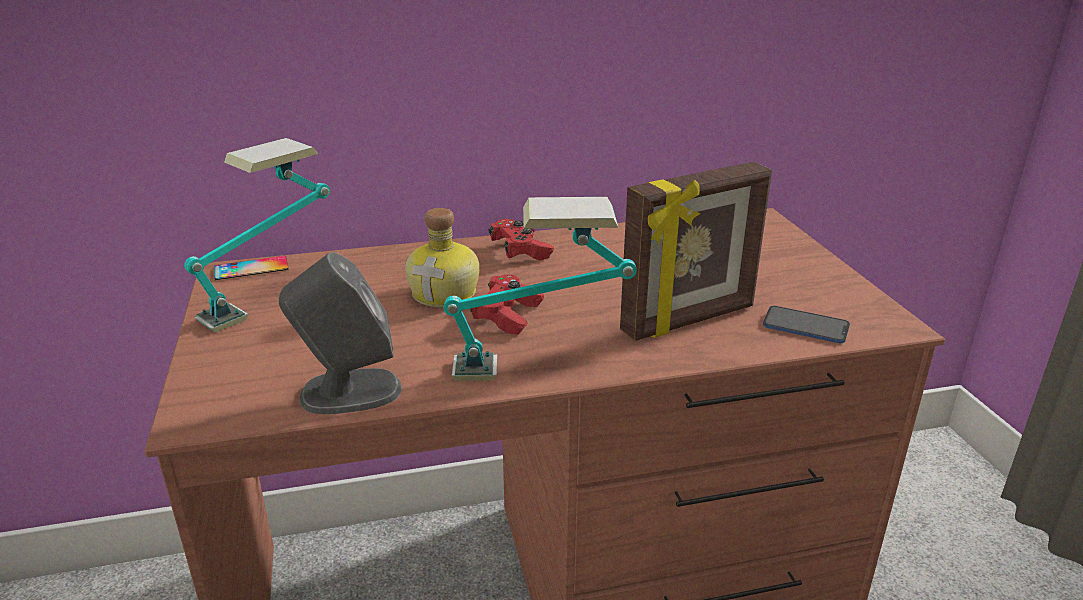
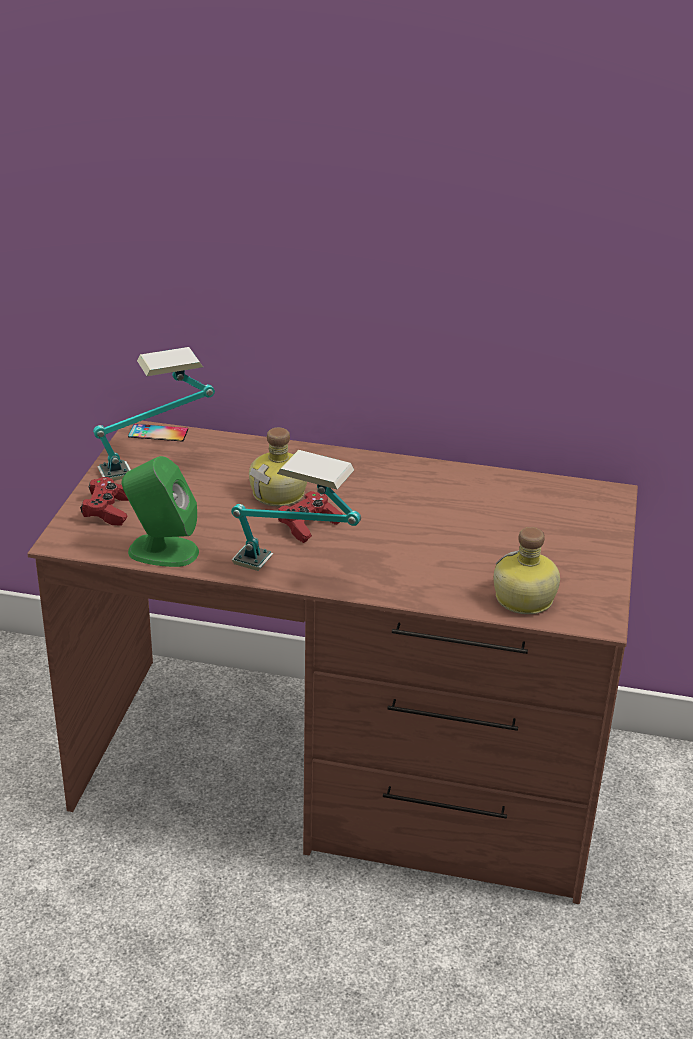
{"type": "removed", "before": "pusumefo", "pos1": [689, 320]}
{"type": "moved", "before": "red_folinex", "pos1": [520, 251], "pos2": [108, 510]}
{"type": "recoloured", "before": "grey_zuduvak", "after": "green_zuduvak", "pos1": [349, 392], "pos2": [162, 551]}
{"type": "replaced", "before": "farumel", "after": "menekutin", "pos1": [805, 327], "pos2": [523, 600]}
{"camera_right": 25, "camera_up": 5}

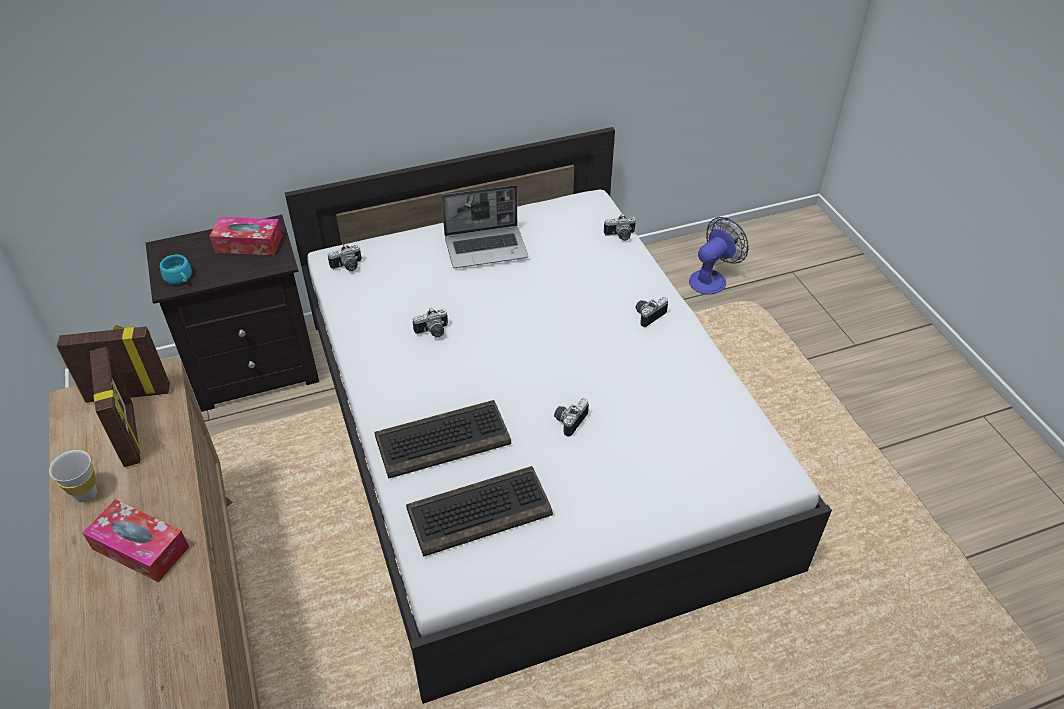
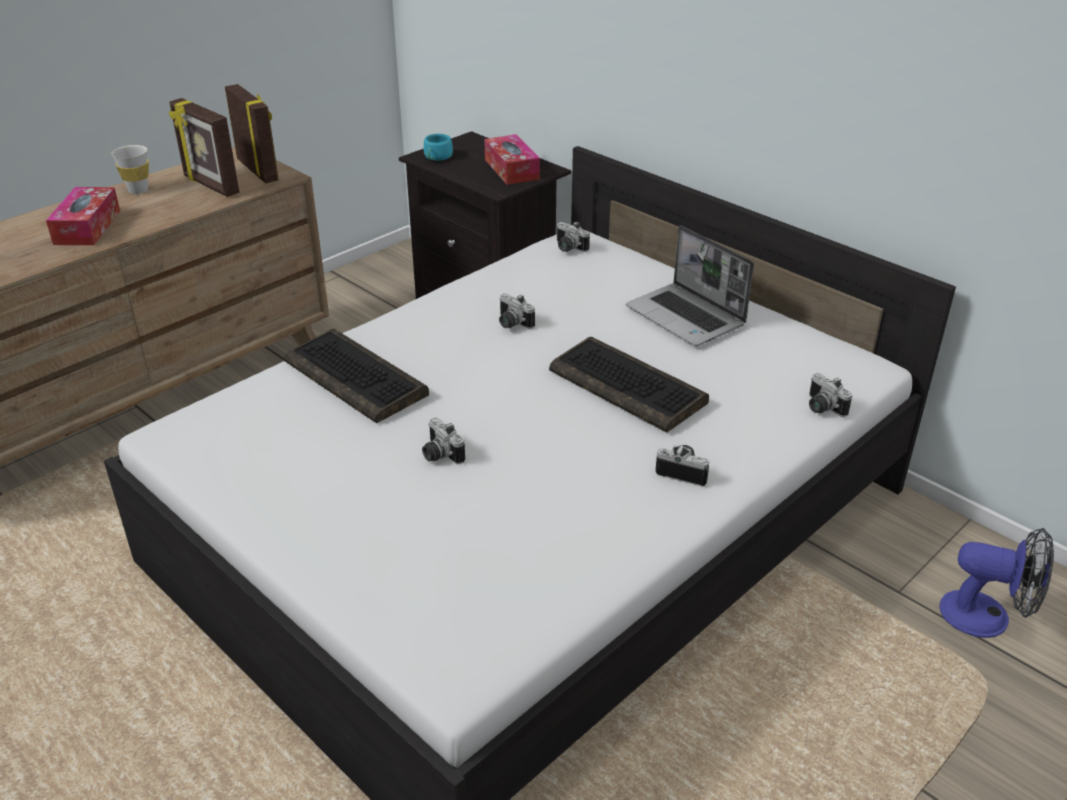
{"type": "turned", "before": "pusumefo", "pos1": [130, 435], "pos2": [210, 185], "turn": 90}
{"type": "turned", "before": "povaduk", "pos1": [569, 420], "pos2": [439, 455], "turn": -135}
{"type": "moved", "before": "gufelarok", "pos1": [480, 511], "pos2": [629, 387]}
{"camera_right": 65, "camera_up": -10}

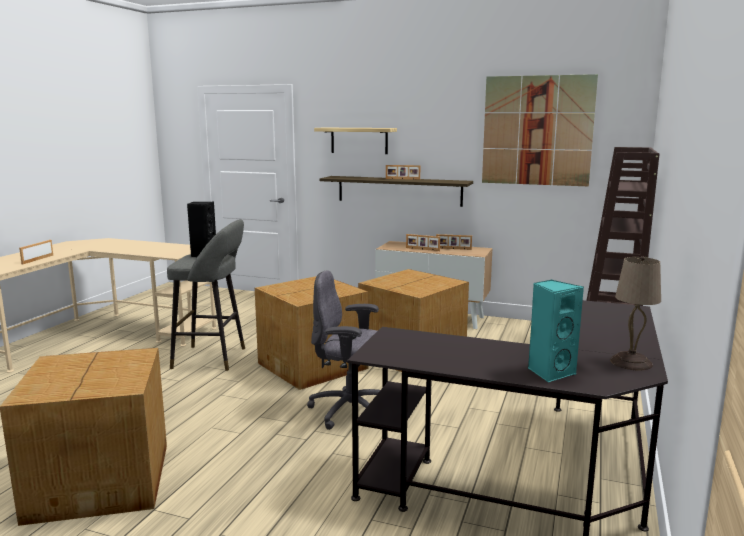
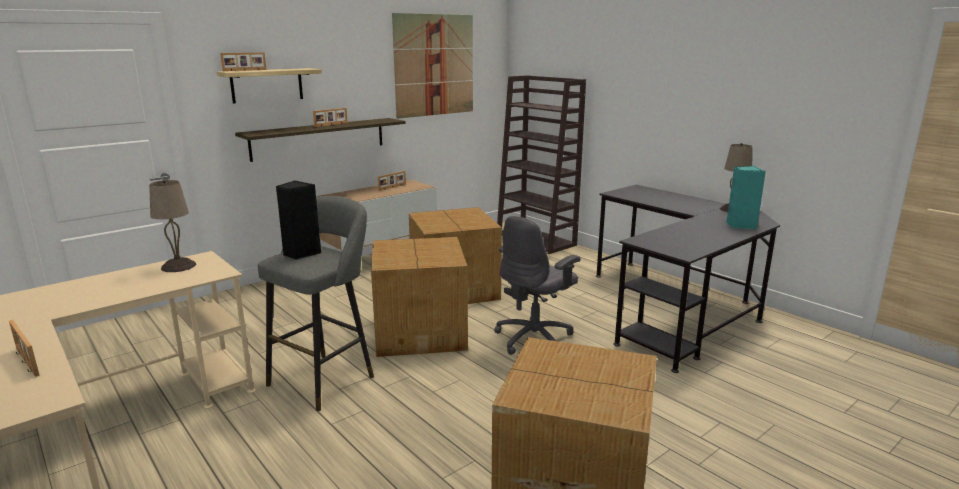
{"type": "moved", "before": "pusumefo", "pos1": [422, 249], "pos2": [245, 70]}
{"type": "added", "after": "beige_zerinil", "pos2": [179, 266]}
{"camera_right": -60, "camera_up": 5}

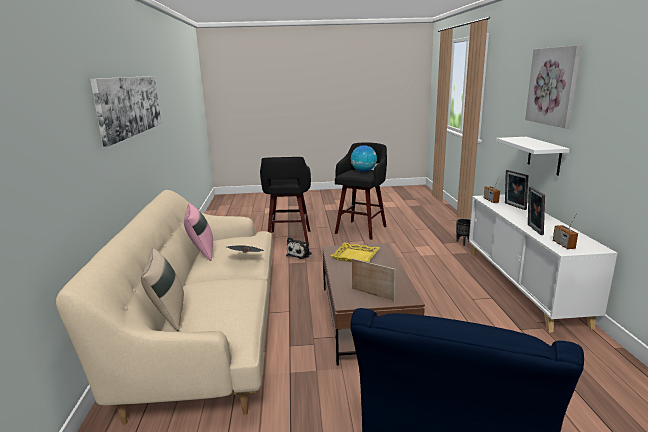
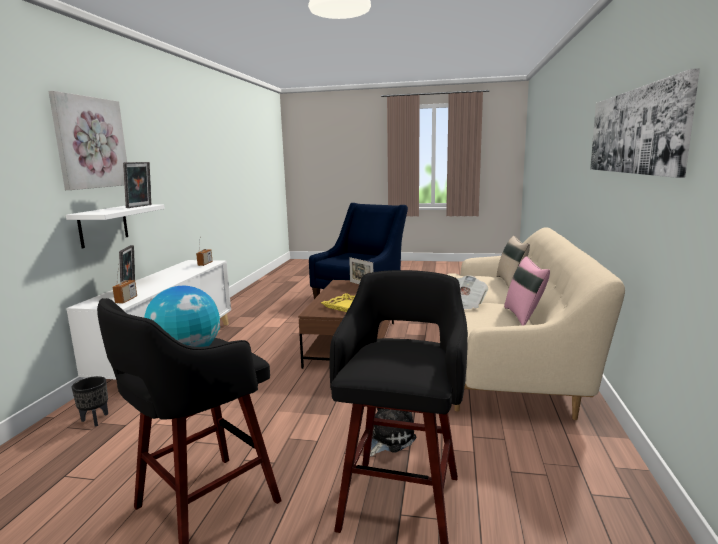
{"type": "moved", "before": "pusumefo", "pos1": [533, 229], "pos2": [140, 206]}
{"camera_right": -165, "camera_up": -5}

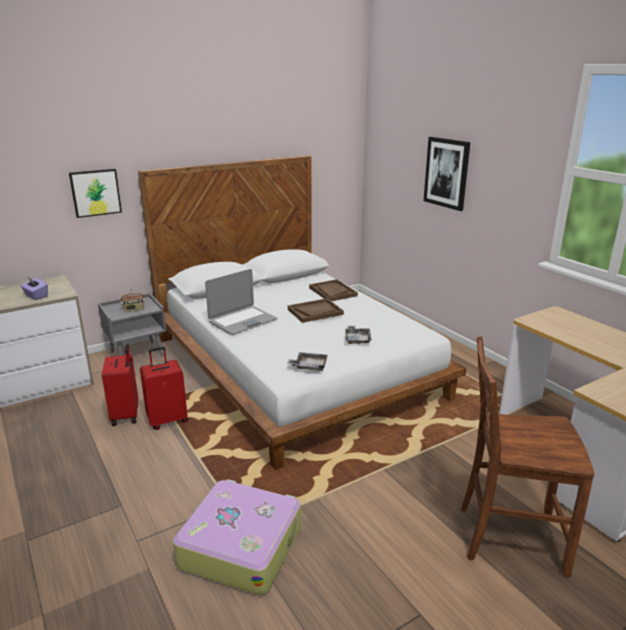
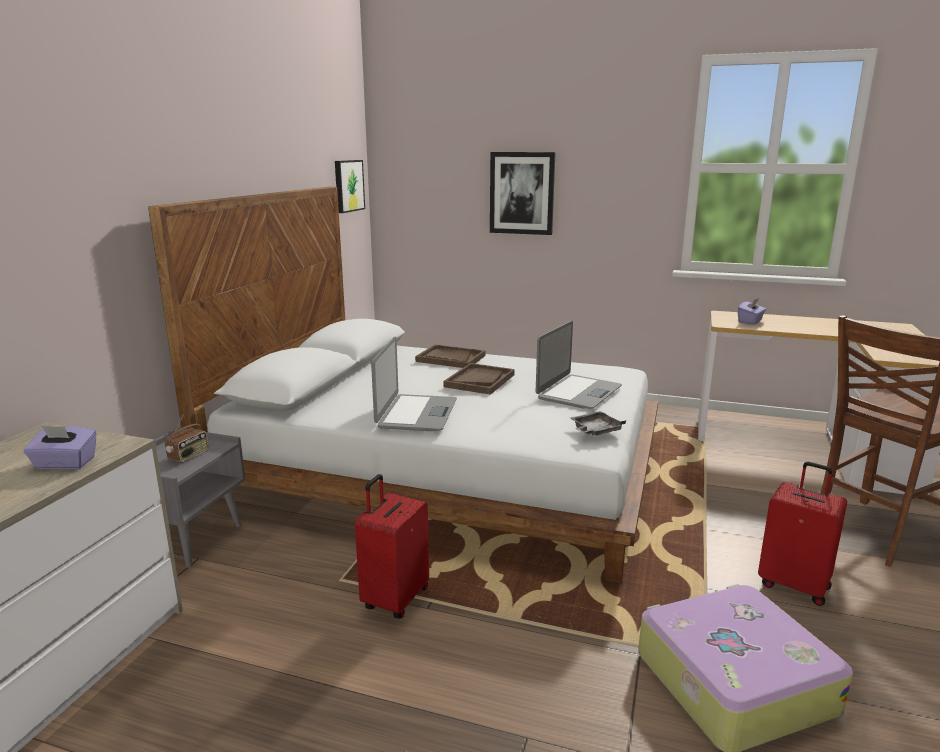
{"type": "moved", "before": "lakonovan", "pos1": [95, 192], "pos2": [348, 186]}
{"type": "replaced", "before": "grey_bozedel", "after": "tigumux", "pos1": [357, 339], "pos2": [578, 392]}
{"type": "moved", "before": "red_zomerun", "pos1": [126, 415], "pos2": [794, 585]}
{"type": "added", "after": "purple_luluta", "pos2": [750, 321]}
{"camera_right": -40, "camera_up": -5}

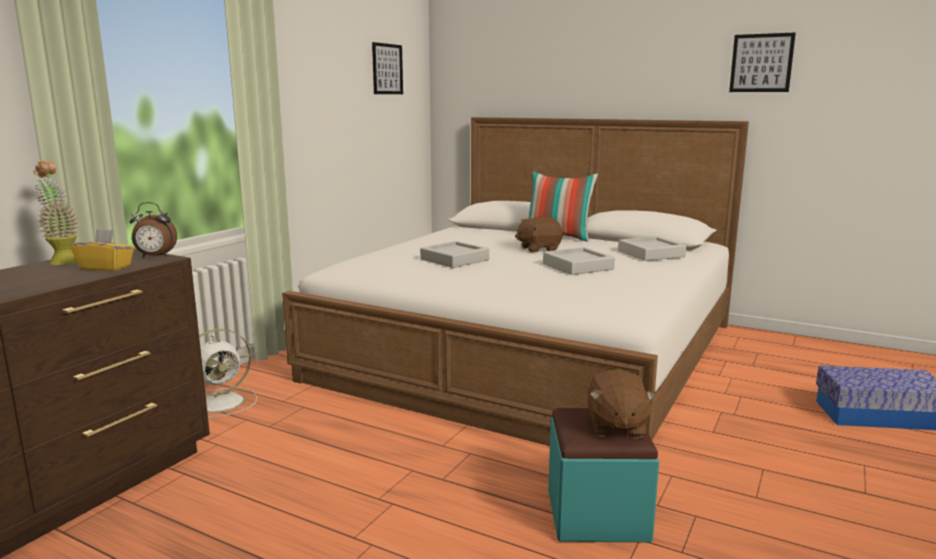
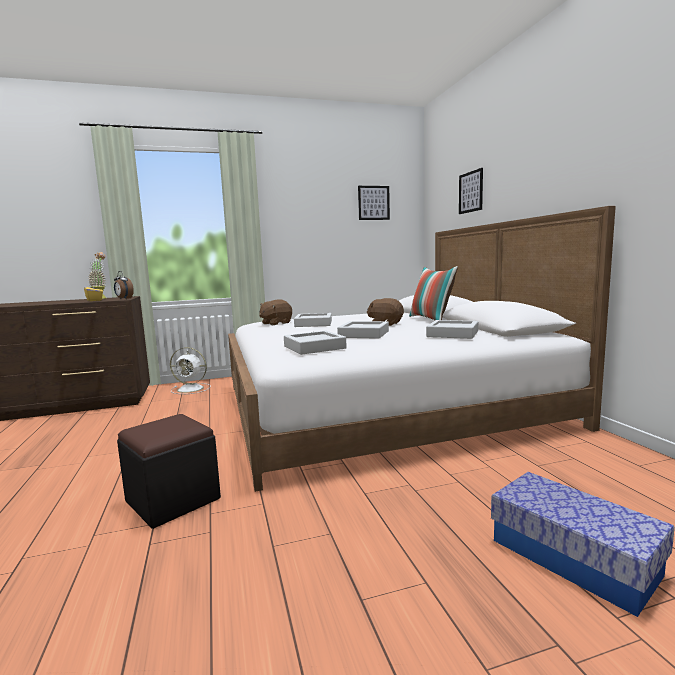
{"type": "moved", "before": "lakonovan", "pos1": [761, 63], "pos2": [470, 192]}
{"type": "moved", "before": "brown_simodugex", "pos1": [616, 427], "pos2": [276, 323]}
{"type": "recoloured", "before": "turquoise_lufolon", "after": "black_lufolon", "pos1": [597, 515], "pos2": [173, 500]}
{"type": "added", "after": "grey_bozedel", "pos2": [314, 347]}
{"camera_right": 45, "camera_up": -5}

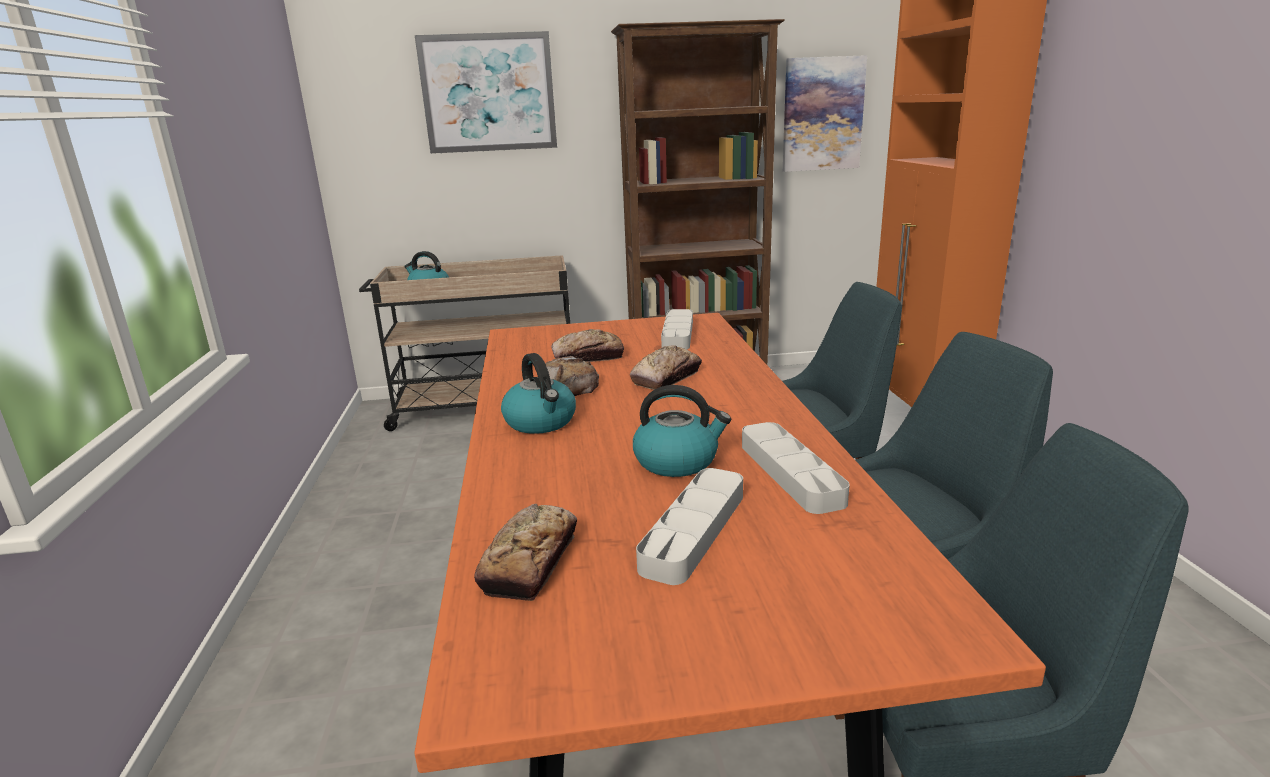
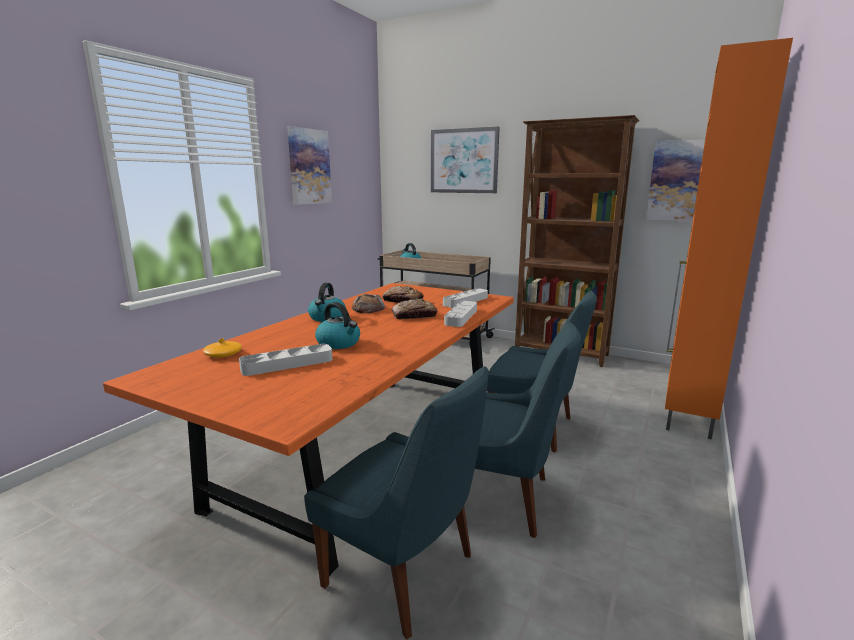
{"type": "moved", "before": "grey_bozedel", "pos1": [790, 473], "pos2": [461, 317]}
{"type": "replaced", "before": "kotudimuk", "after": "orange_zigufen", "pos1": [530, 561], "pos2": [223, 354]}
{"type": "added", "after": "lakonovan", "pos2": [309, 167]}
{"camera_right": 35, "camera_up": -5}

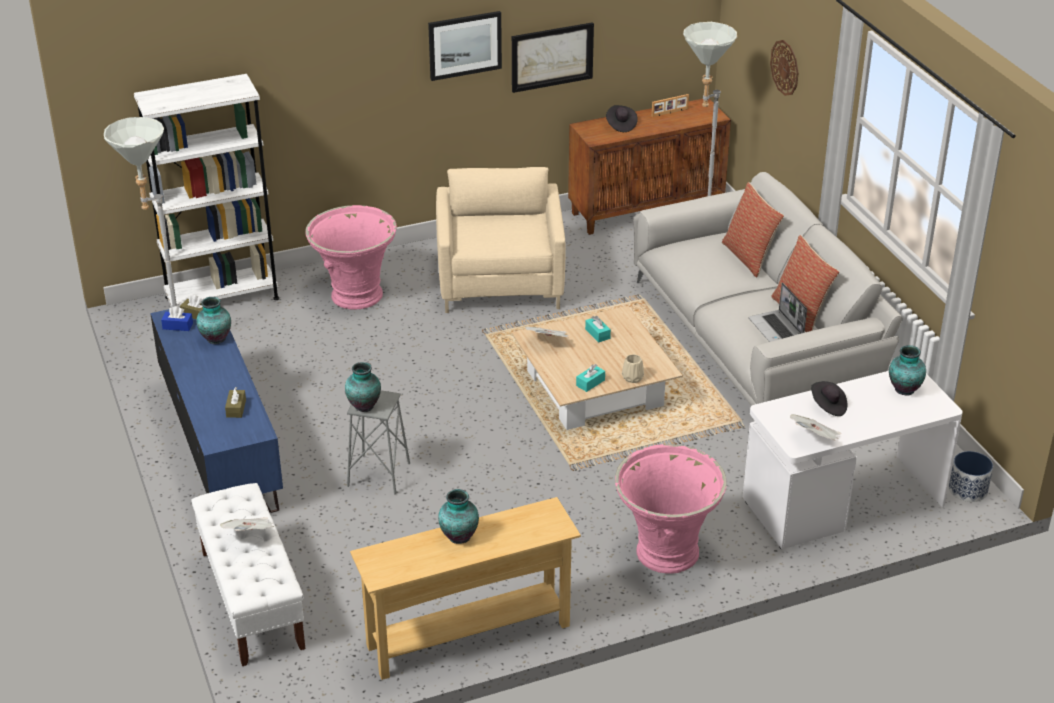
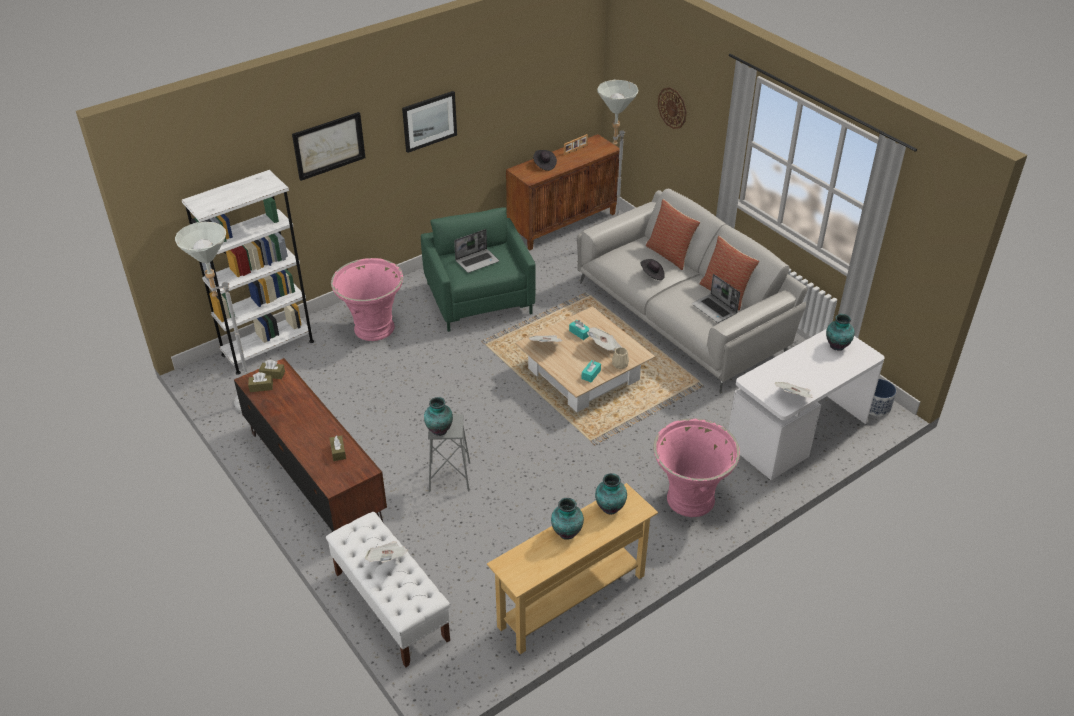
{"type": "moved", "before": "lakonovan", "pos1": [552, 56], "pos2": [329, 145]}
{"type": "recoloured", "before": "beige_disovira", "after": "green_disovira", "pos1": [500, 281], "pos2": [479, 298]}
{"type": "moved", "before": "zigufen", "pos1": [215, 338], "pos2": [609, 508]}
{"type": "recoloured", "before": "blue_luluta", "after": "brown_luluta", "pos1": [177, 326], "pos2": [261, 387]}
{"type": "recoloured", "before": "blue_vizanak", "after": "brown_vizanak", "pos1": [220, 445], "pos2": [314, 475]}
{"type": "moved", "before": "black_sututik", "pos1": [828, 406], "pos2": [652, 275]}
{"type": "added", "after": "tigumux", "pos2": [477, 261]}
{"type": "added", "after": "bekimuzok", "pos2": [604, 347]}
{"camera_right": -15, "camera_up": 5}

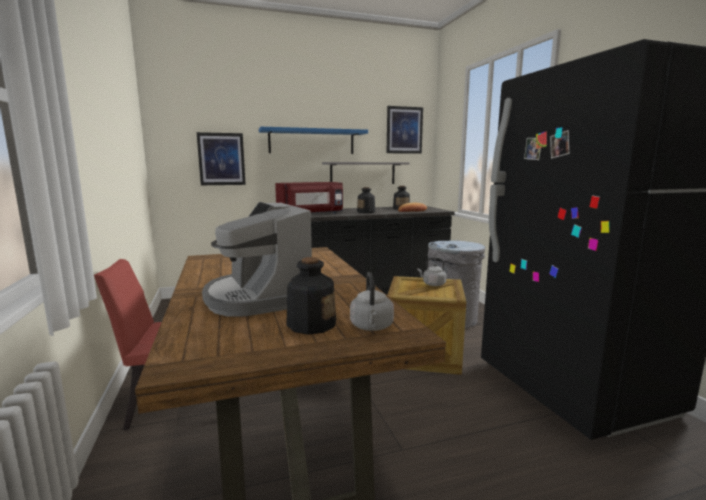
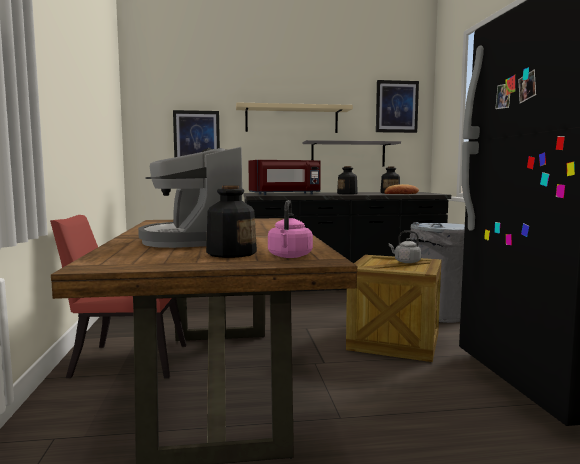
{"type": "recoloured", "before": "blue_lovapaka", "after": "beige_lovapaka", "pos1": [312, 141], "pos2": [292, 119]}
{"type": "recoloured", "before": "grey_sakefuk", "after": "pink_sakefuk", "pos1": [372, 327], "pos2": [289, 256]}
{"camera_right": 10, "camera_up": -5}

